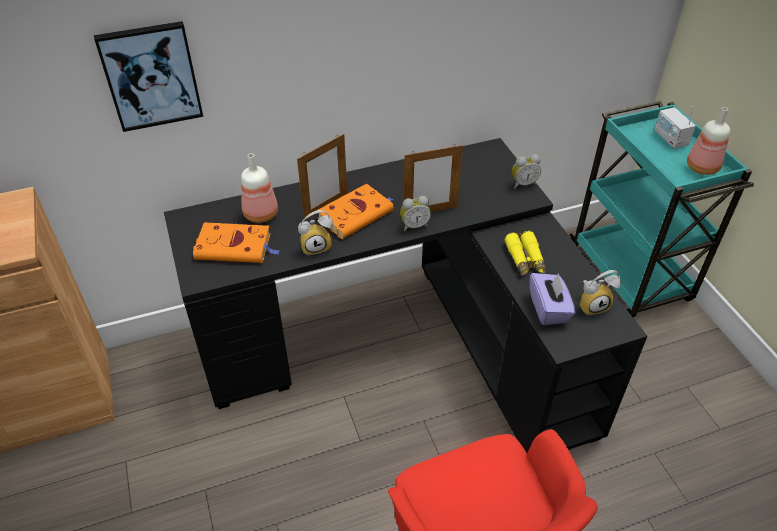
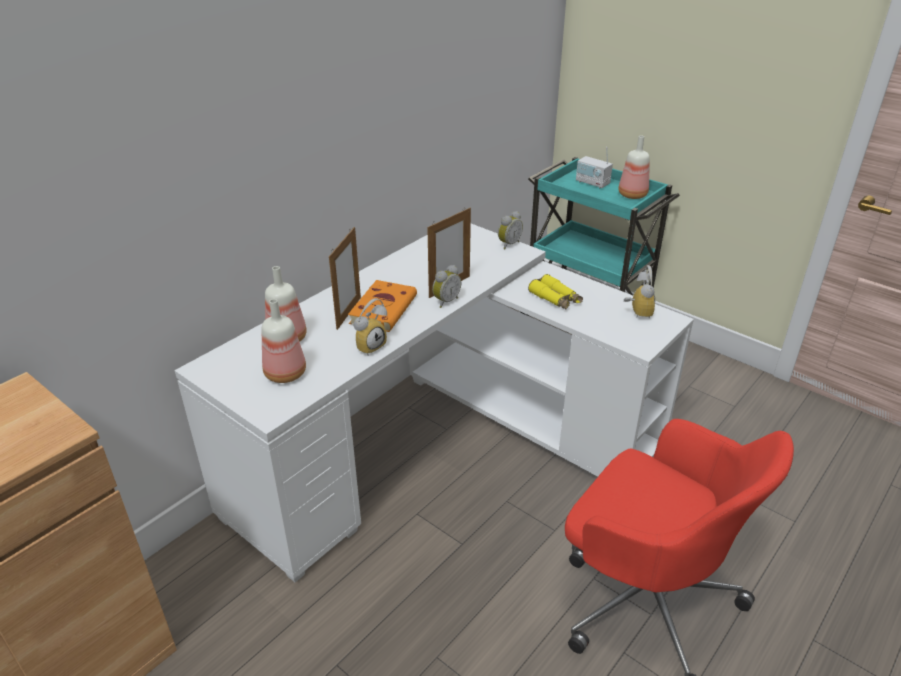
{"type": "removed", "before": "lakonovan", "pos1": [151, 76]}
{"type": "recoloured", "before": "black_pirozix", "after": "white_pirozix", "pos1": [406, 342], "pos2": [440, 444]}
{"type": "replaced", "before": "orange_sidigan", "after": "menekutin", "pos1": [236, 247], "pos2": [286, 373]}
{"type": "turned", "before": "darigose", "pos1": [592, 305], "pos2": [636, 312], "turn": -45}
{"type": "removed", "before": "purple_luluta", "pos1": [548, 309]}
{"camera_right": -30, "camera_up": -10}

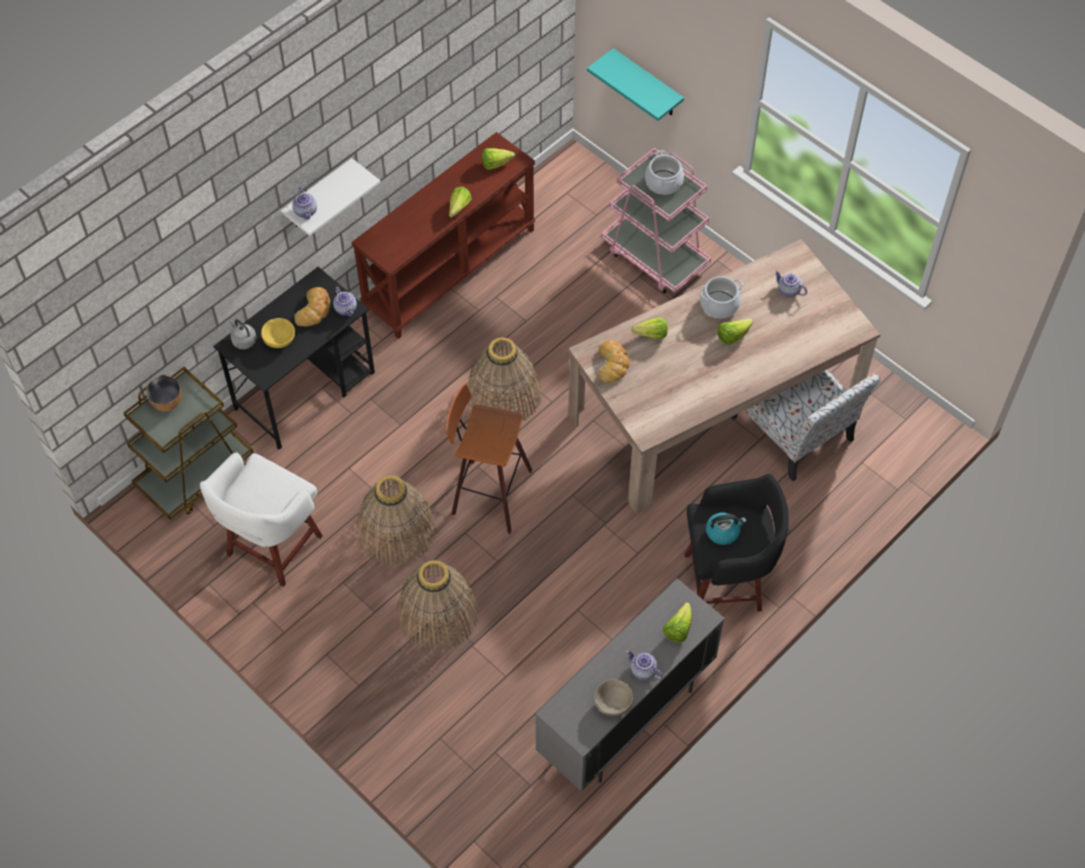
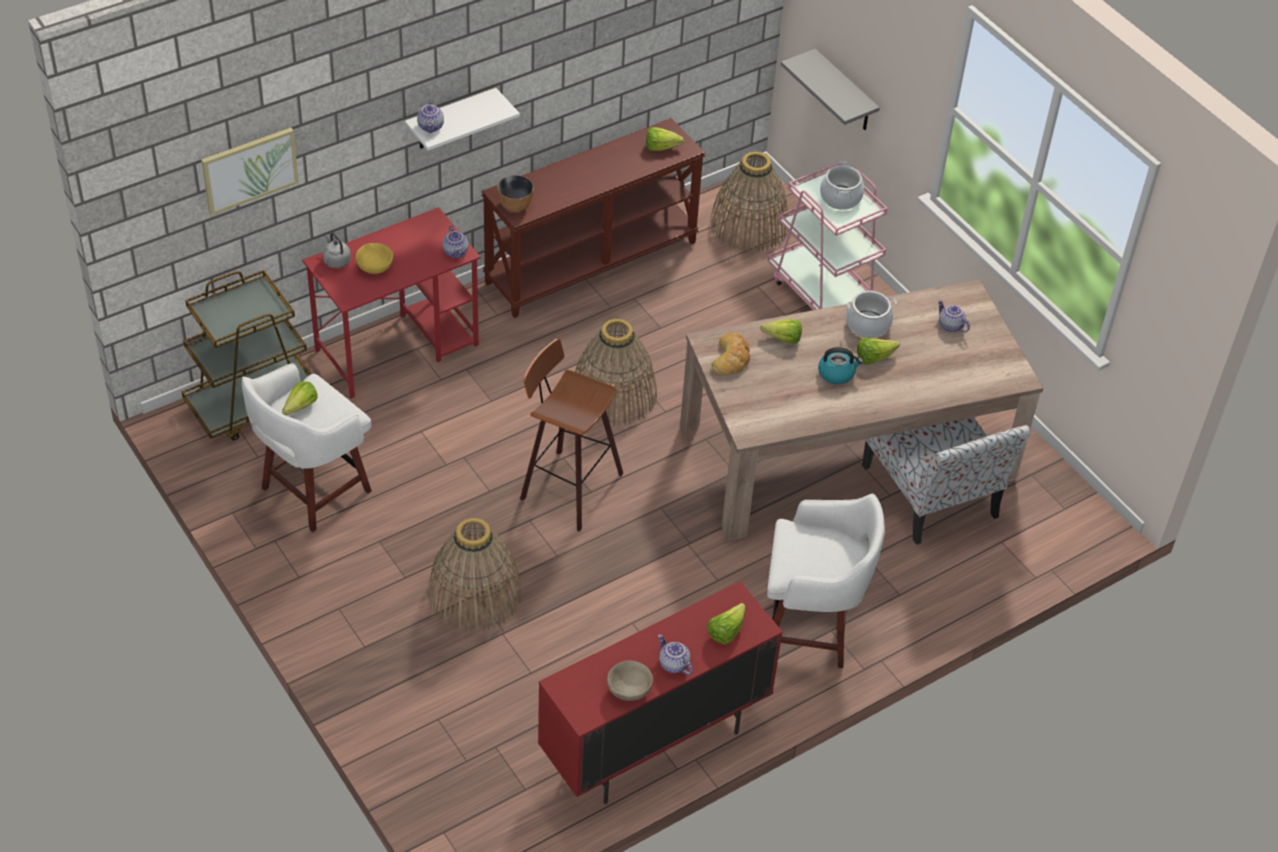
{"type": "recoloured", "before": "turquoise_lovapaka", "after": "grey_lovapaka", "pos1": [647, 84], "pos2": [844, 92]}
{"type": "moved", "before": "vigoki", "pos1": [457, 210], "pos2": [298, 409]}
{"type": "recoloured", "before": "black_pirozix", "after": "red_pirozix", "pos1": [305, 390], "pos2": [398, 347]}
{"type": "removed", "before": "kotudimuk", "pos1": [314, 310]}
{"type": "moved", "before": "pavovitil", "pos1": [167, 403], "pos2": [515, 205]}
{"type": "recoloured", "before": "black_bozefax", "after": "white_bozefax", "pos1": [726, 581], "pos2": [810, 630]}
{"type": "moved", "before": "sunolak", "pos1": [396, 530], "pos2": [749, 225]}
{"type": "moved", "before": "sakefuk", "pos1": [723, 532], "pos2": [837, 373]}
{"type": "recoloured", "before": "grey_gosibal", "after": "red_gosibal", "pos1": [625, 719], "pos2": [654, 745]}
{"type": "added", "after": "lakonovan", "pos2": [249, 169]}
{"camera_right": 10, "camera_up": -10}

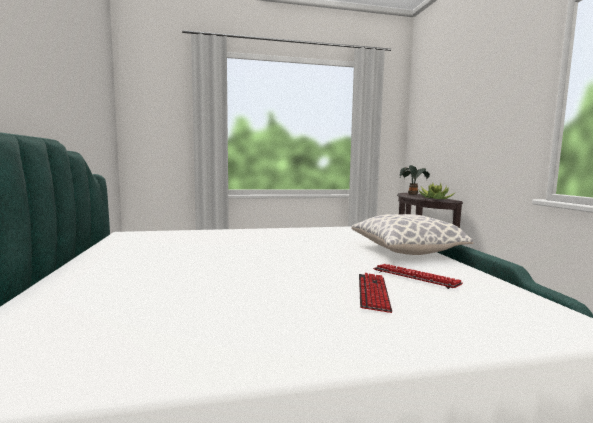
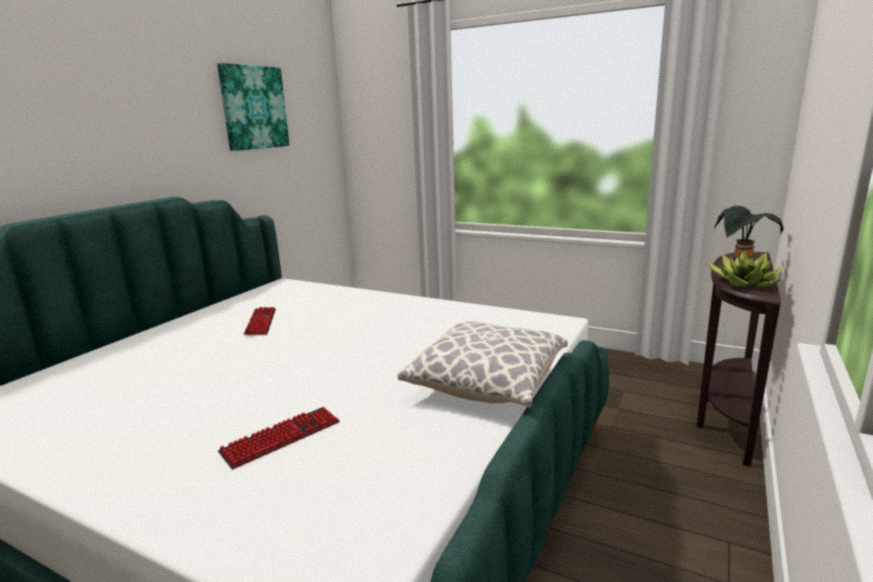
{"type": "moved", "before": "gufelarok", "pos1": [415, 277], "pos2": [261, 322]}
{"type": "added", "after": "lakonovan", "pos2": [253, 107]}
{"camera_right": 40, "camera_up": 10}

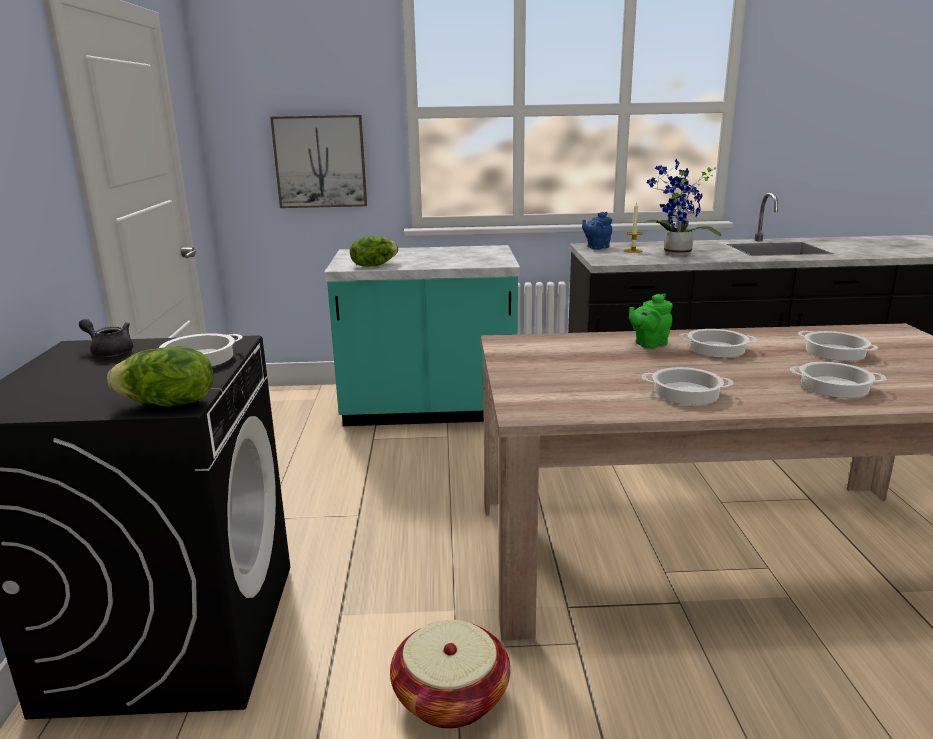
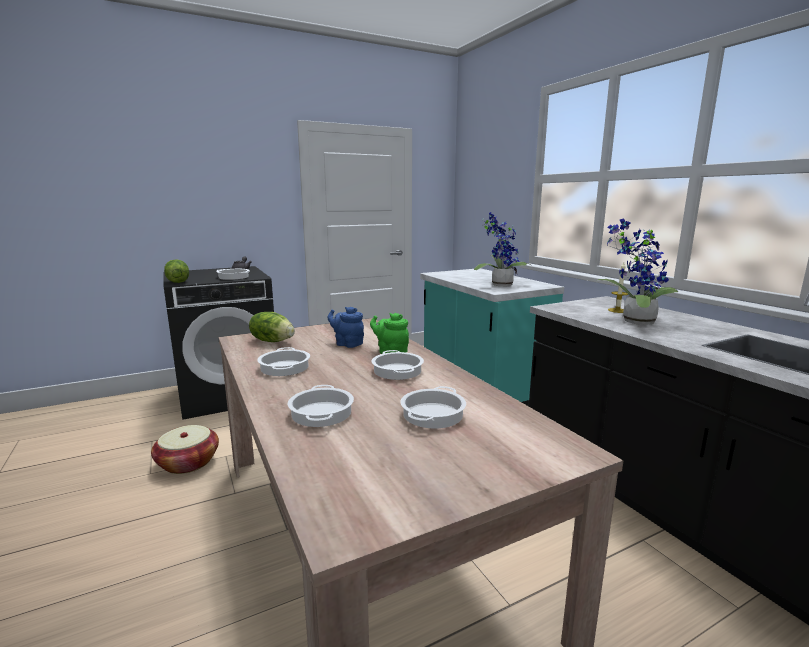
{"type": "removed", "before": "lakonovan", "pos1": [320, 162]}
{"type": "moved", "before": "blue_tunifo", "pos1": [596, 247], "pos2": [347, 344]}
{"type": "moved", "before": "vigoki", "pos1": [373, 265], "pos2": [272, 341]}
{"type": "added", "after": "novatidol", "pos2": [500, 284]}
{"camera_right": 65, "camera_up": -5}

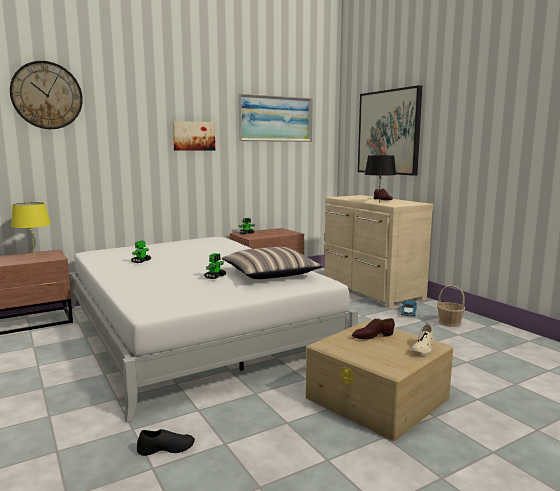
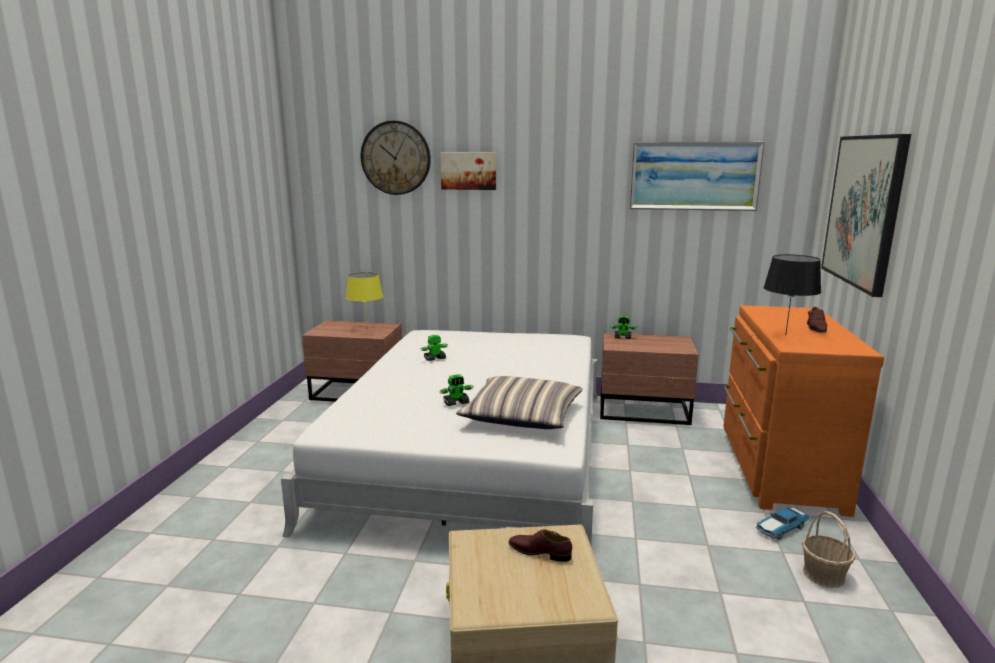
{"type": "moved", "before": "lakonovan", "pos1": [193, 136], "pos2": [468, 170]}
{"type": "recoloured", "before": "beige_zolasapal", "after": "orange_zolasapal", "pos1": [370, 291], "pos2": [777, 469]}
{"type": "removed", "before": "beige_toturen", "pos1": [423, 348]}
{"type": "removed", "before": "black_toturen", "pos1": [166, 448]}
{"camera_right": 40, "camera_up": 5}

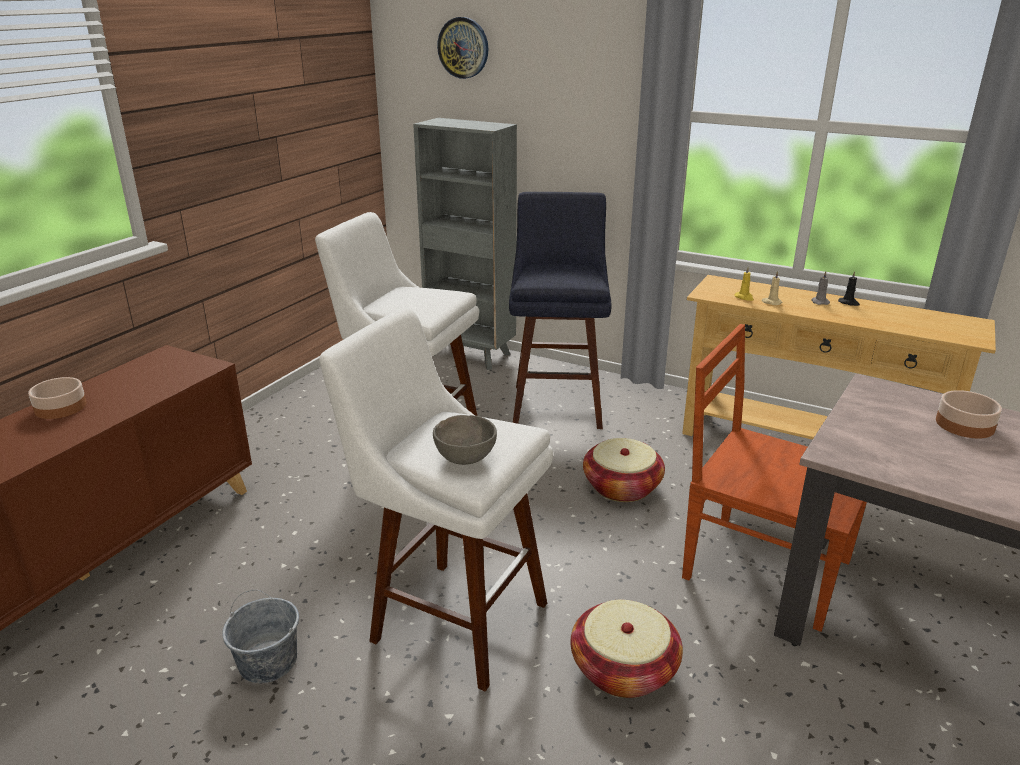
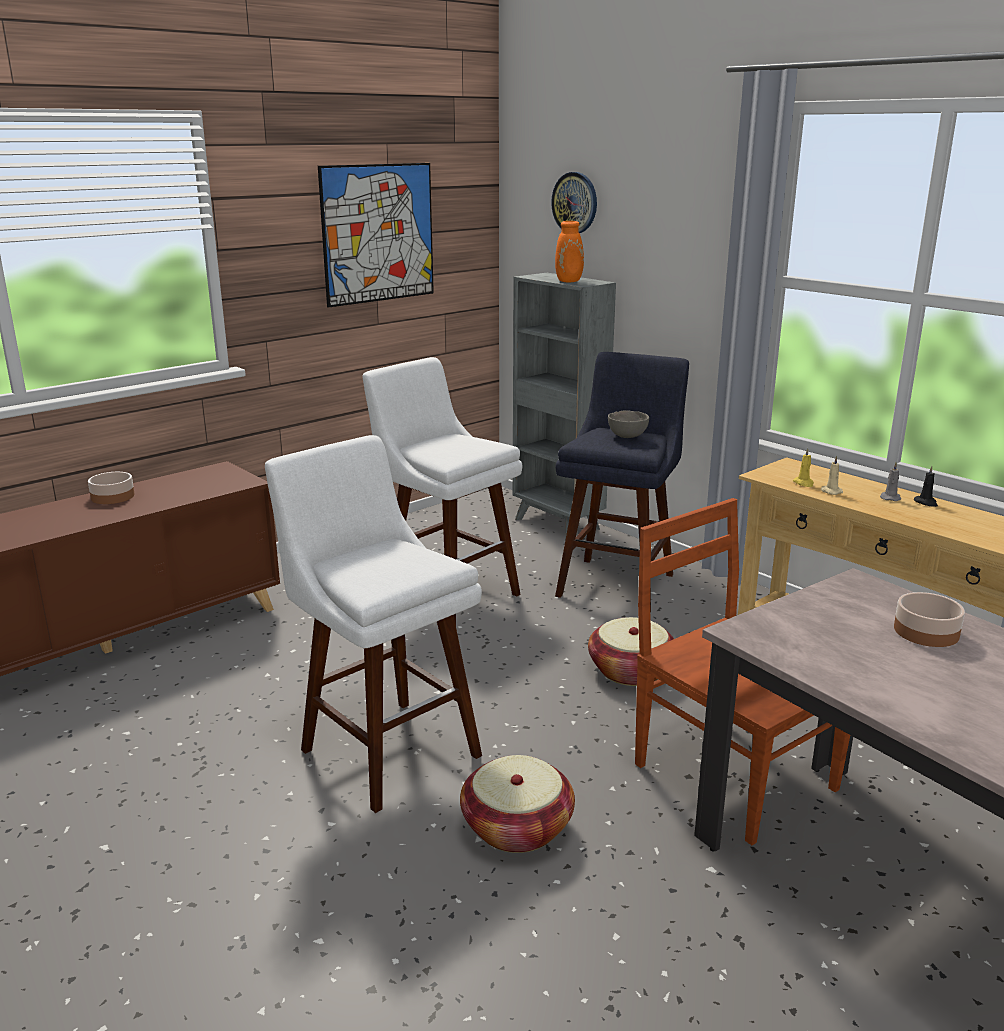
{"type": "moved", "before": "grey_pavovitil", "pos1": [465, 458], "pos2": [627, 436]}
{"type": "removed", "before": "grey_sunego", "pos1": [267, 661]}
{"type": "added", "after": "lakonovan", "pos2": [378, 233]}
{"type": "added", "after": "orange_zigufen", "pos2": [570, 281]}
{"camera_right": 20, "camera_up": -5}

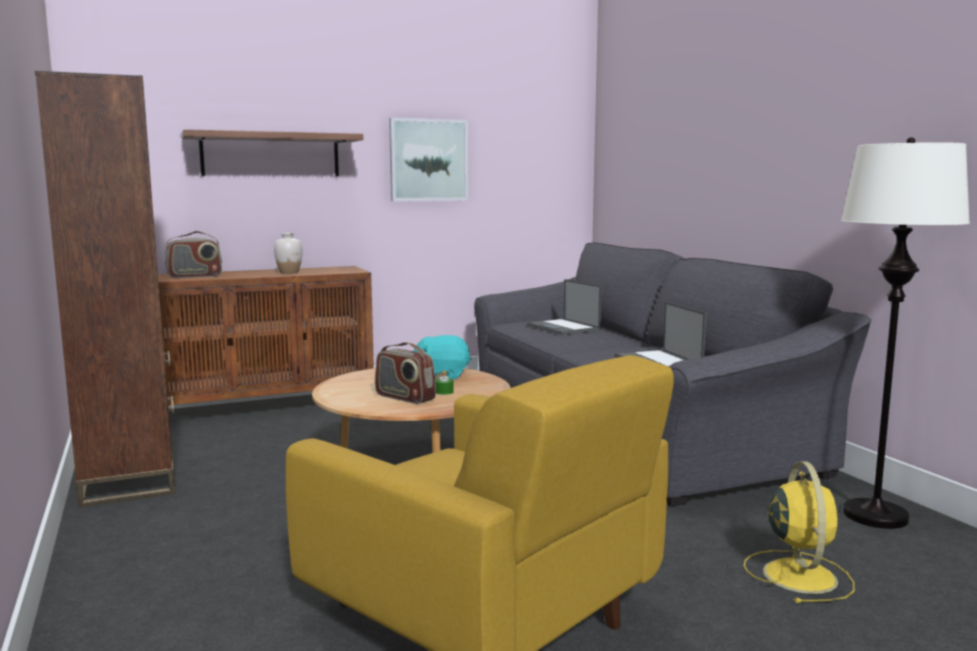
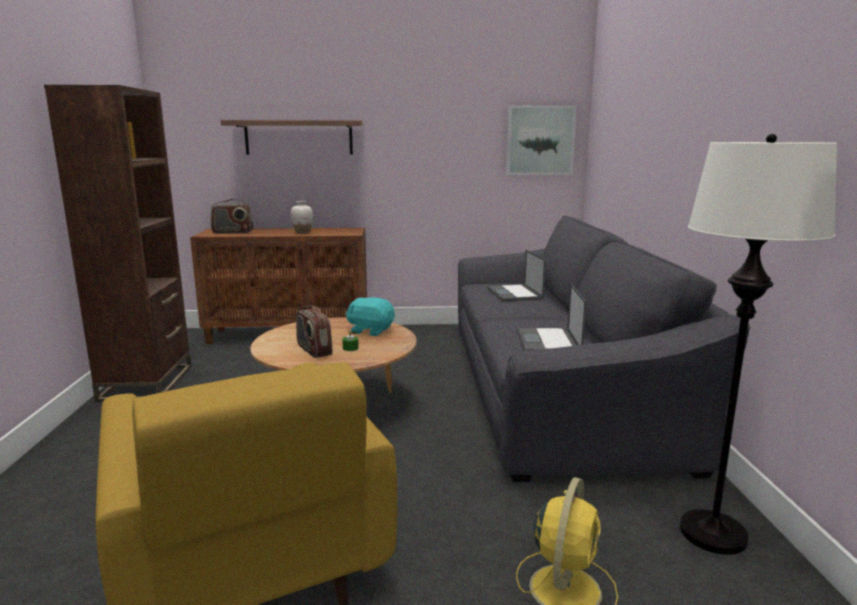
{"type": "moved", "before": "lakonovan", "pos1": [428, 160], "pos2": [540, 140]}
{"camera_right": 20, "camera_up": 5}

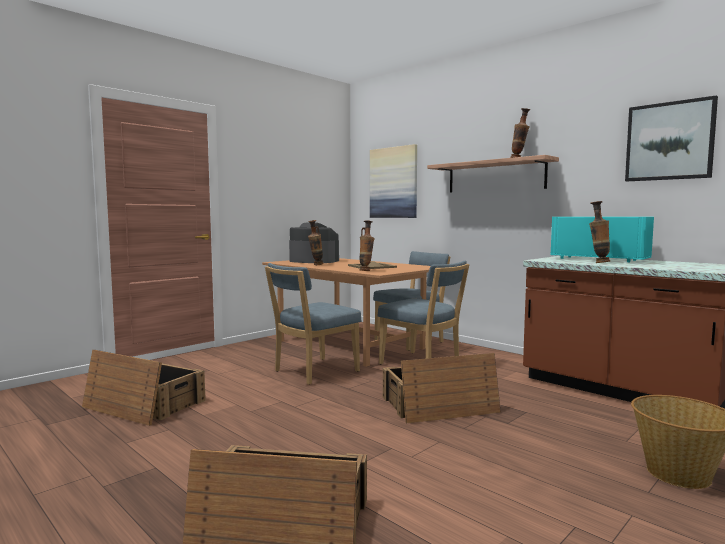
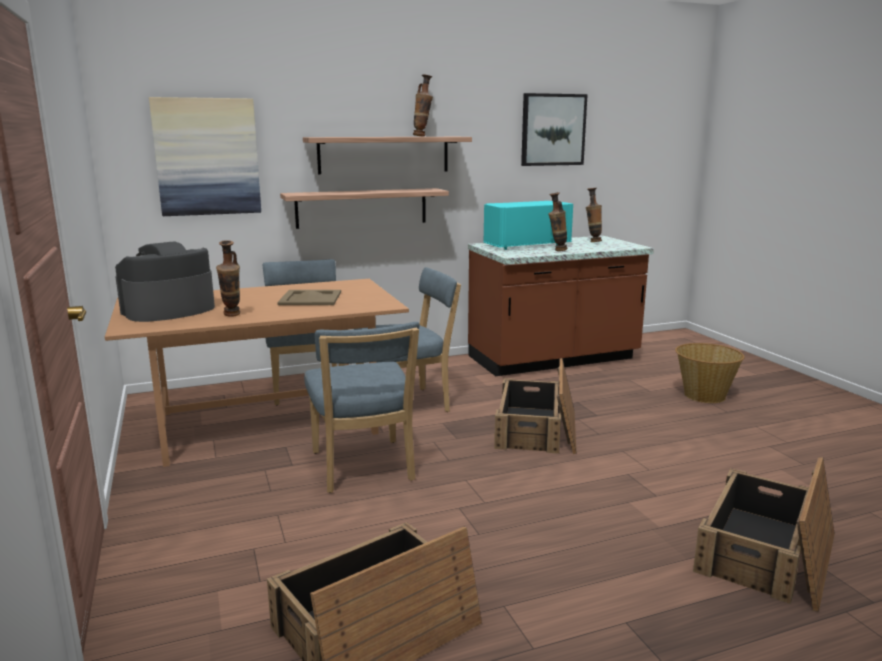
{"type": "moved", "before": "zigufen", "pos1": [366, 271], "pos2": [592, 242]}
{"type": "added", "after": "lovapaka", "pos2": [362, 208]}
{"camera_right": -65, "camera_up": 10}

